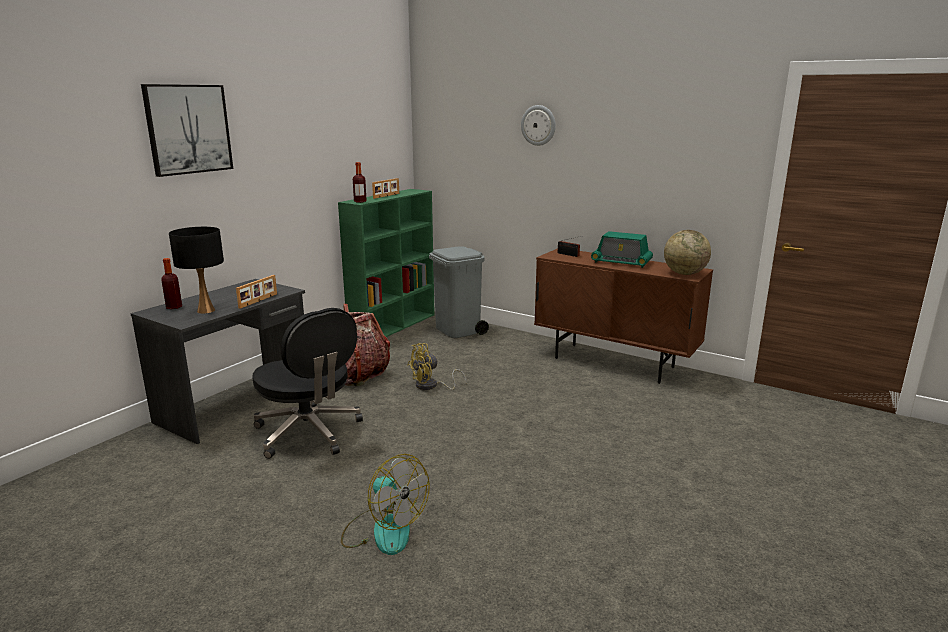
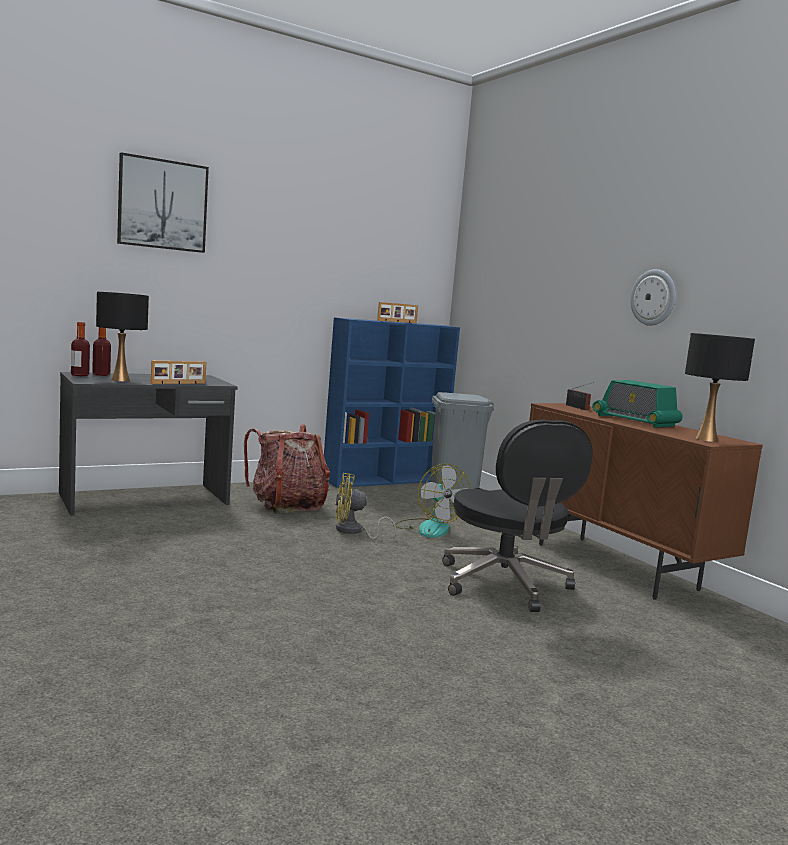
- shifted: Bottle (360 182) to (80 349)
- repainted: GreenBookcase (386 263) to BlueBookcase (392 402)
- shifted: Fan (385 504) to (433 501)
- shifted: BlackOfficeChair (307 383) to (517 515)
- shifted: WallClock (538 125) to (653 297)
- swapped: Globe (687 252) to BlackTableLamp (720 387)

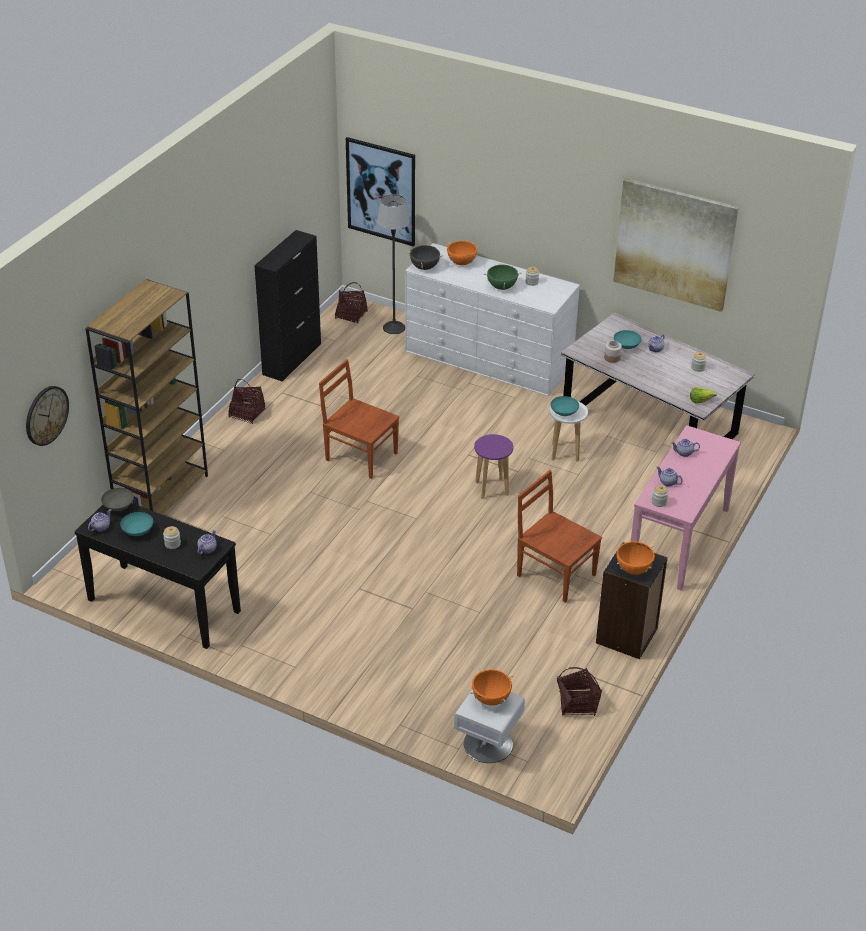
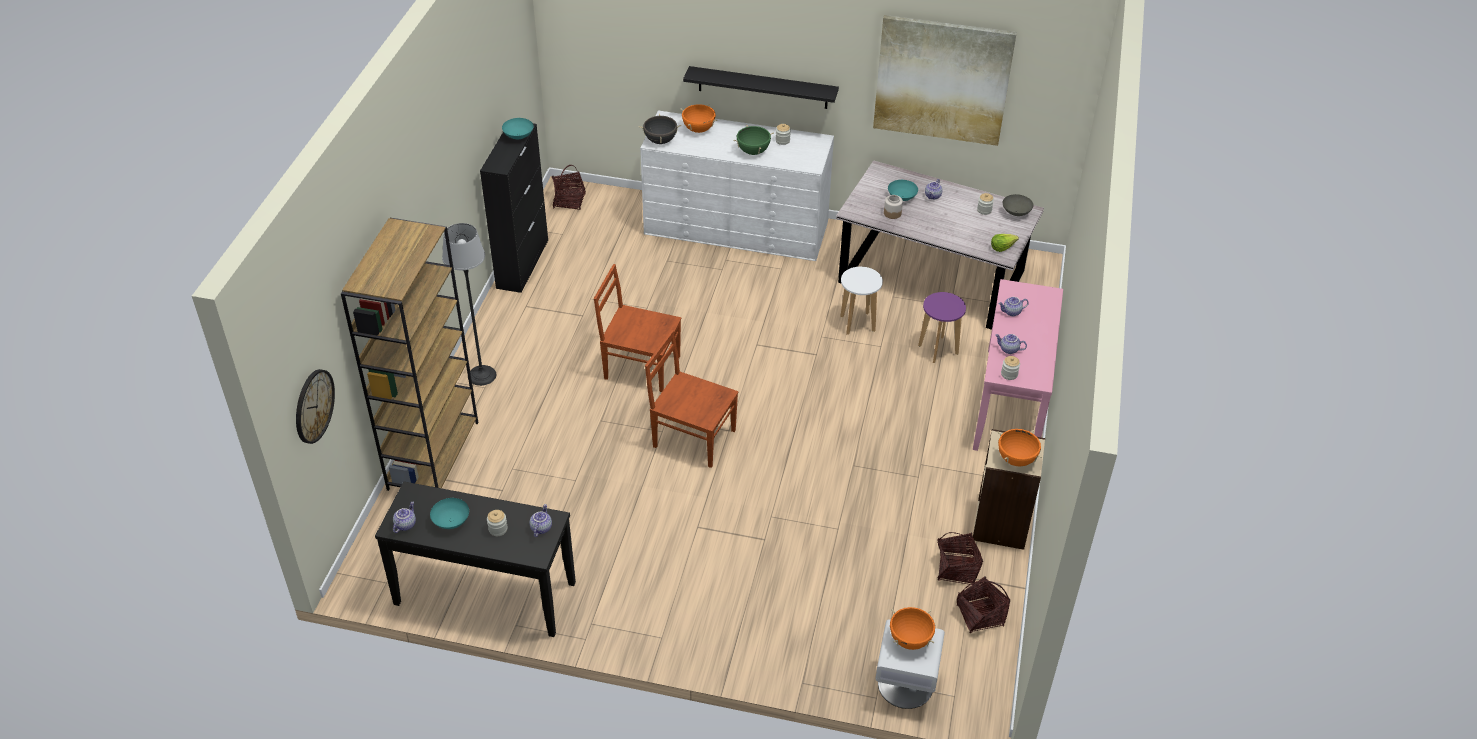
- shifted: FloorLamp (393 264) to (469 304)
- shifted: TurquoiseBowl (565 406) to (517 128)
- shifted: BrownChair (559 536) to (692 399)
- new: BlackShelf (761 87)
- shifted: PurpleStool (493 466) to (942 327)
- shifted: Basket (247 401) to (960 558)
- repainted: BlackBookcase (632 600) to BeigeBookcase (1009 489)
- shifted: GreyBowl (117 499) to (1018 205)
- gone: Picture (380 192)

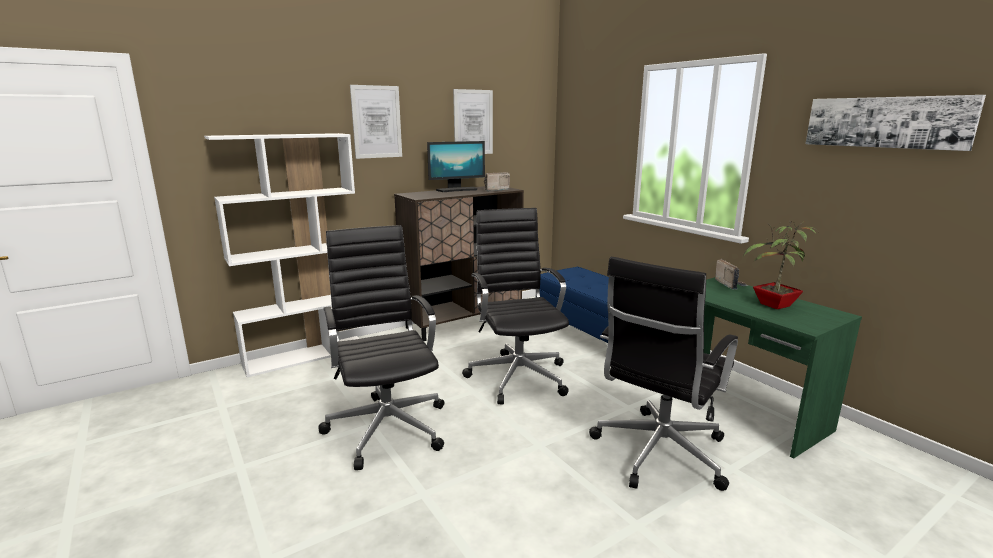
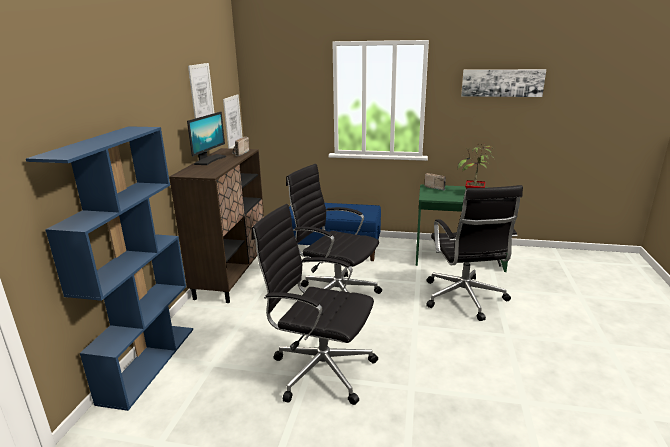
- repainted: WhiteBookcase (282 255) to BlueBookcase (109 268)
- shifted: Picture (376 122) to (233 121)

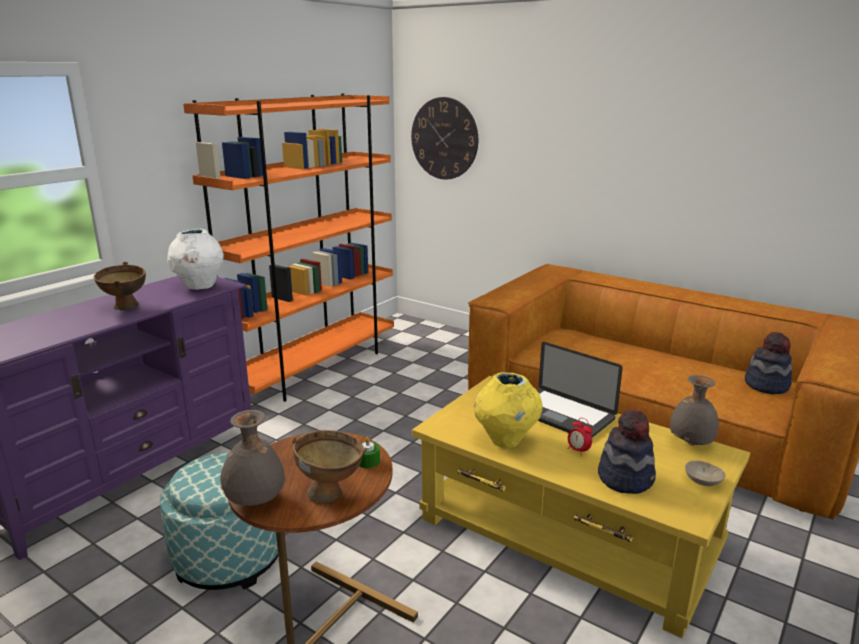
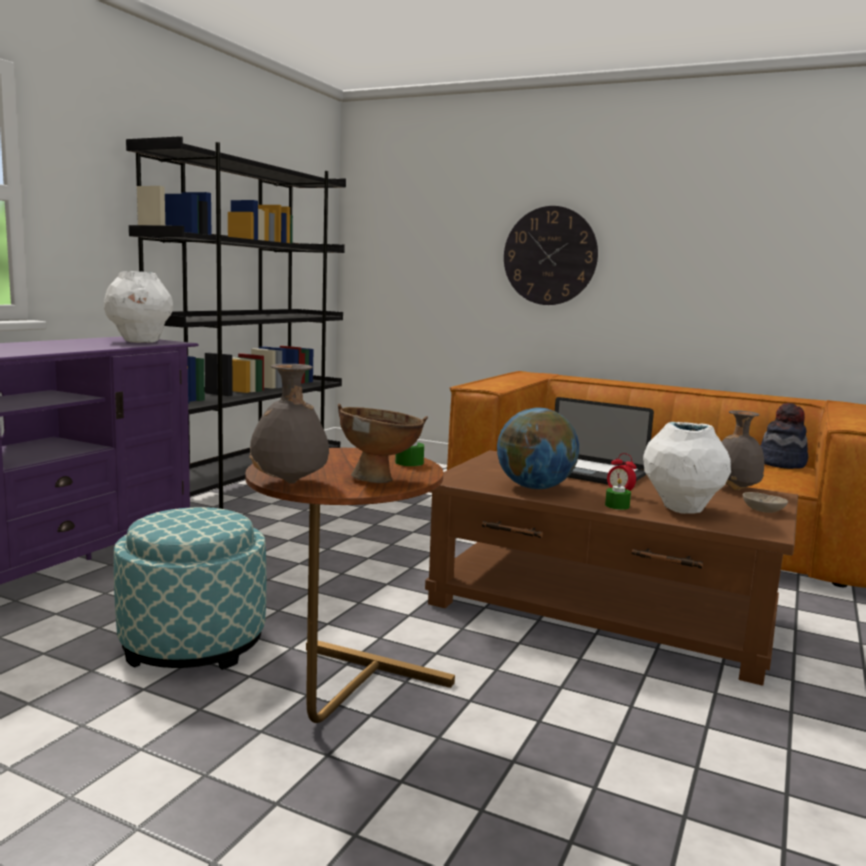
- repainted: OrangeBookcase (288 247) to BlackBookcase (236 322)
- repainted: YellowCoffeeTable (581 507) to BrownCoffeeTable (611 568)
- swapped: YellowVase (508 410) to Globe (538 448)
- shifted: WallClock (444 138) to (551 255)
- new: GreenCandle (618 494)
- swapped: Hat (627 451) to WhiteVase (687 468)
- gone: BrownBowl (120 286)

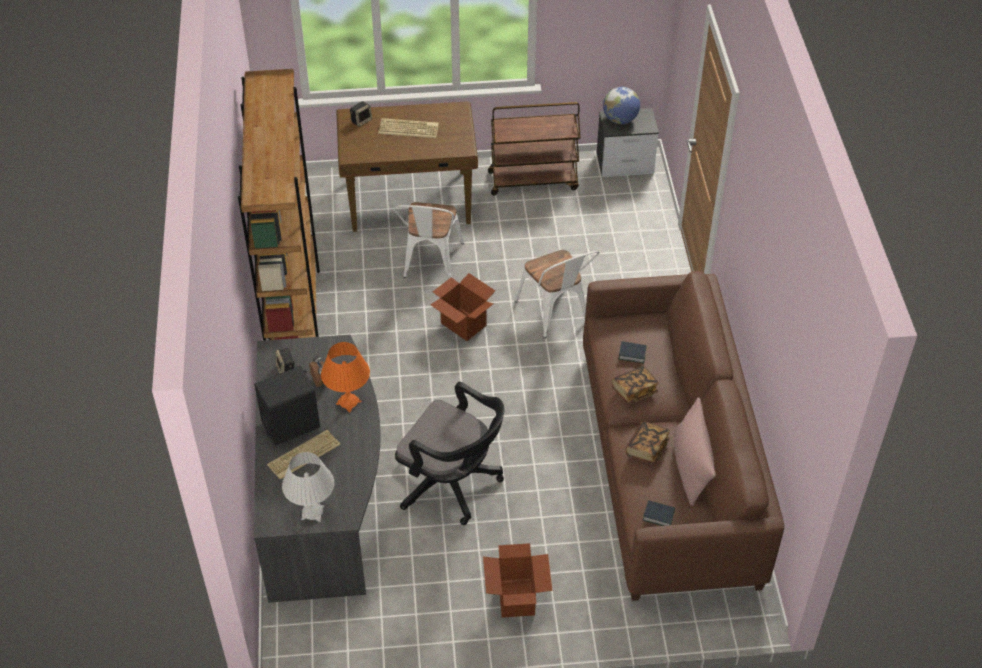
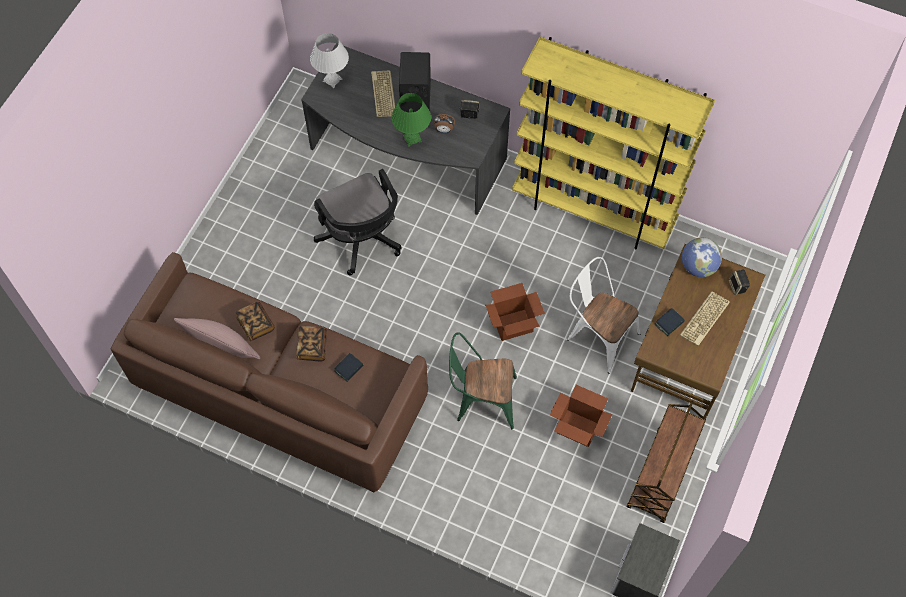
- rotated: BlackOfficeChair (449 453) = (358 222) 90 degrees counterclockwise
- repainted: OrangeTableLamp (345 377) to GreenTableLamp (411 120)
- repainted: WhiteChair (557 294) to GreenChair (483 380)
- repainted: BrownBookcase (279 205) to YellowBookcase (613 143)
- shifted: CardboardBox (518 580) to (581 416)
- shifted: Book (659 513) to (670 322)
- shifted: Globe (621 105) to (702 257)

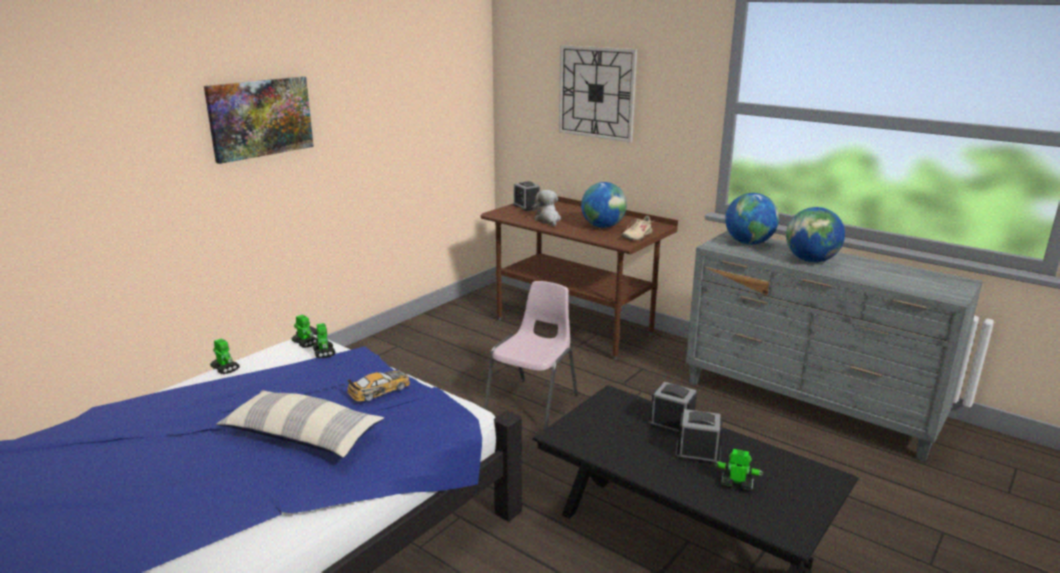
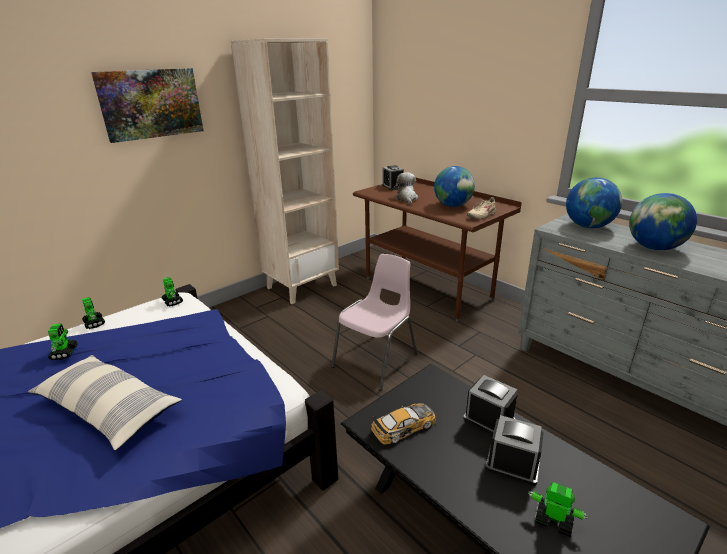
- shifted: ToyRobot (324 340) to (63 342)
- new: BeigeBookcase (285 171)
- shifted: ToyCar (378 386) to (403 423)
- gone: WallClock (598 94)

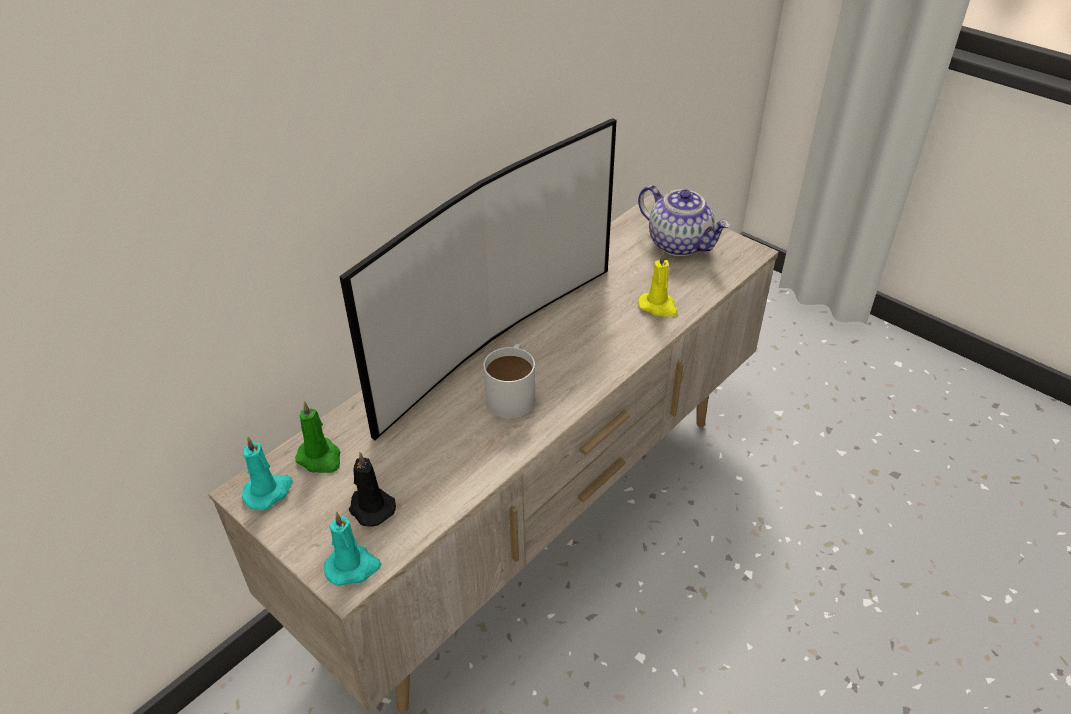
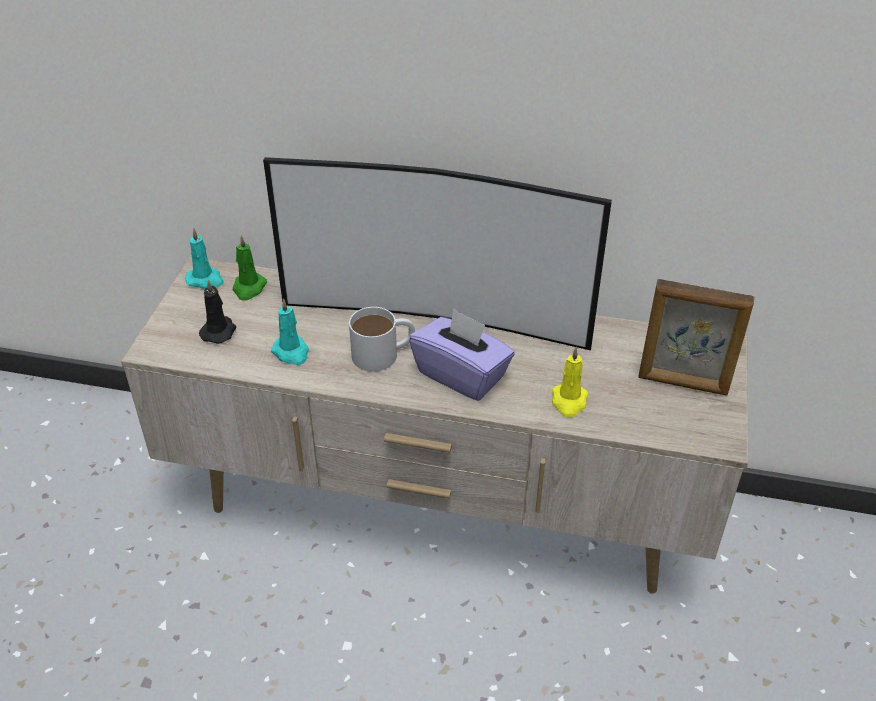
- shifted: TurquoiseCandle (352 549) to (290 332)
- new: PurpleTissueBox (462 354)
- swapped: Teapot (684 220) to PictureFrame (696 337)

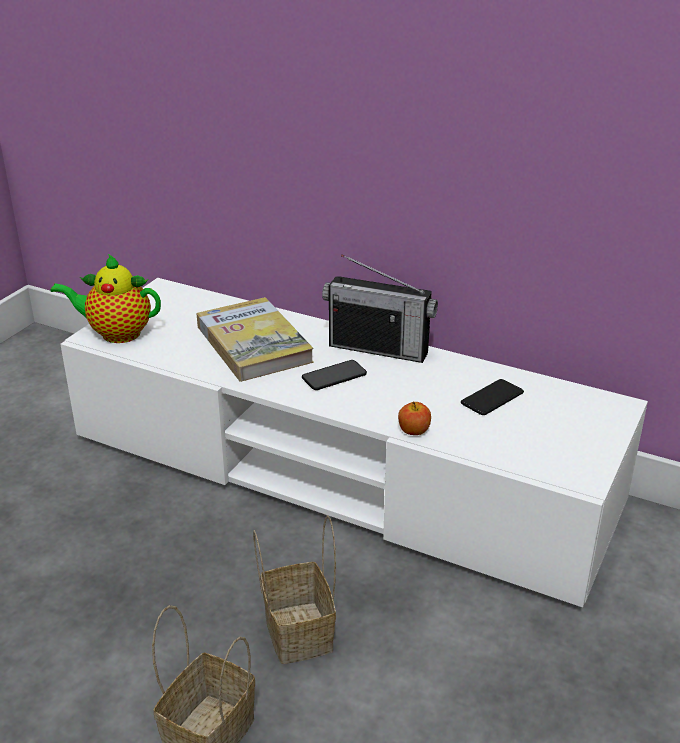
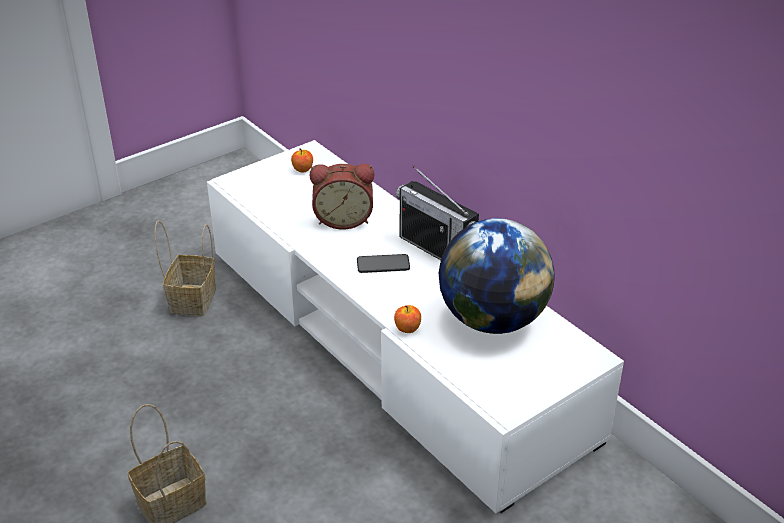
- shifted: Basket (294 589) to (185 268)
- new: Apple (302 160)
- swapped: Book (255 339) to AlarmClock (342 197)
- swapped: Phone (492 397) to Globe (496 276)
- gone: Teapot (105 298)

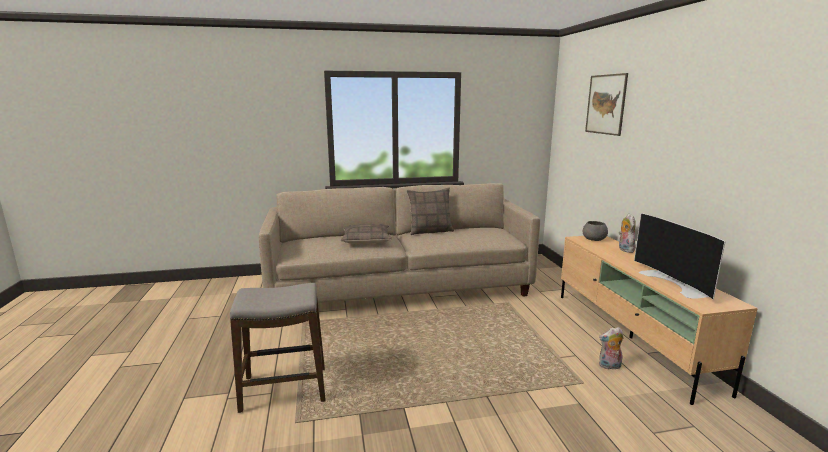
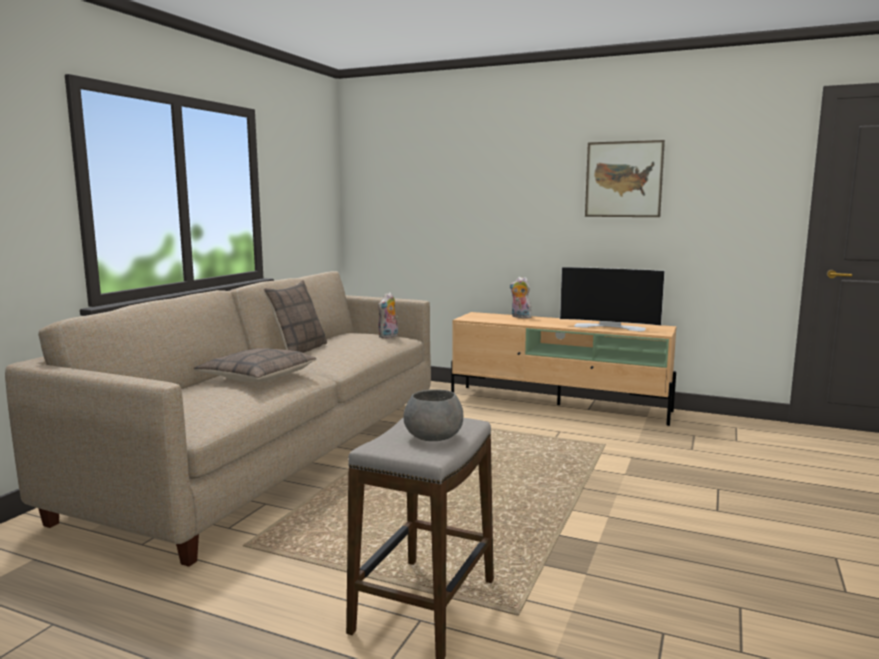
- shifted: PlushToy (611 348) to (388 315)
- shifted: GreyBowl (595 231) to (433 415)
- shifted: Picture (606 104) to (625 178)

